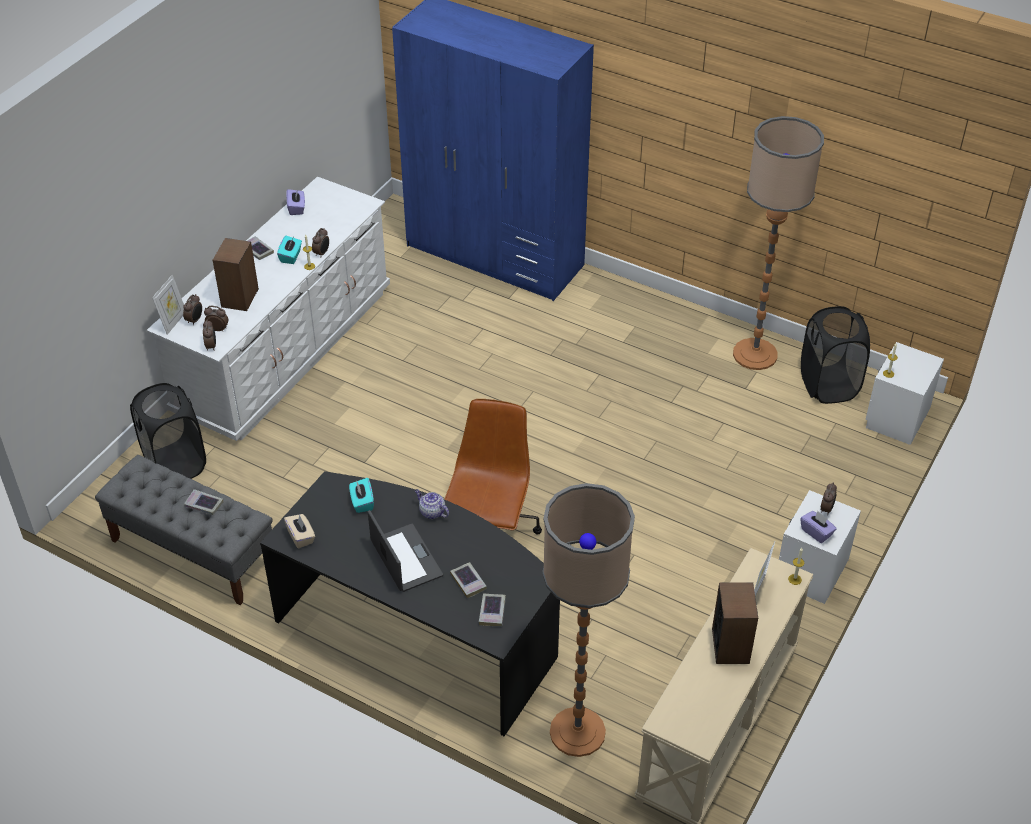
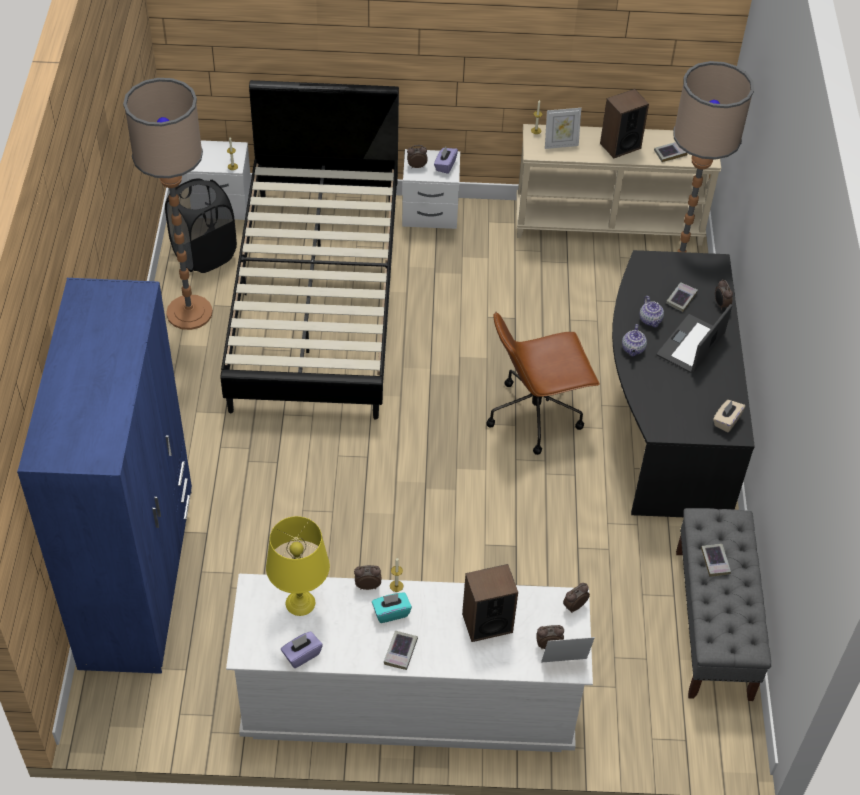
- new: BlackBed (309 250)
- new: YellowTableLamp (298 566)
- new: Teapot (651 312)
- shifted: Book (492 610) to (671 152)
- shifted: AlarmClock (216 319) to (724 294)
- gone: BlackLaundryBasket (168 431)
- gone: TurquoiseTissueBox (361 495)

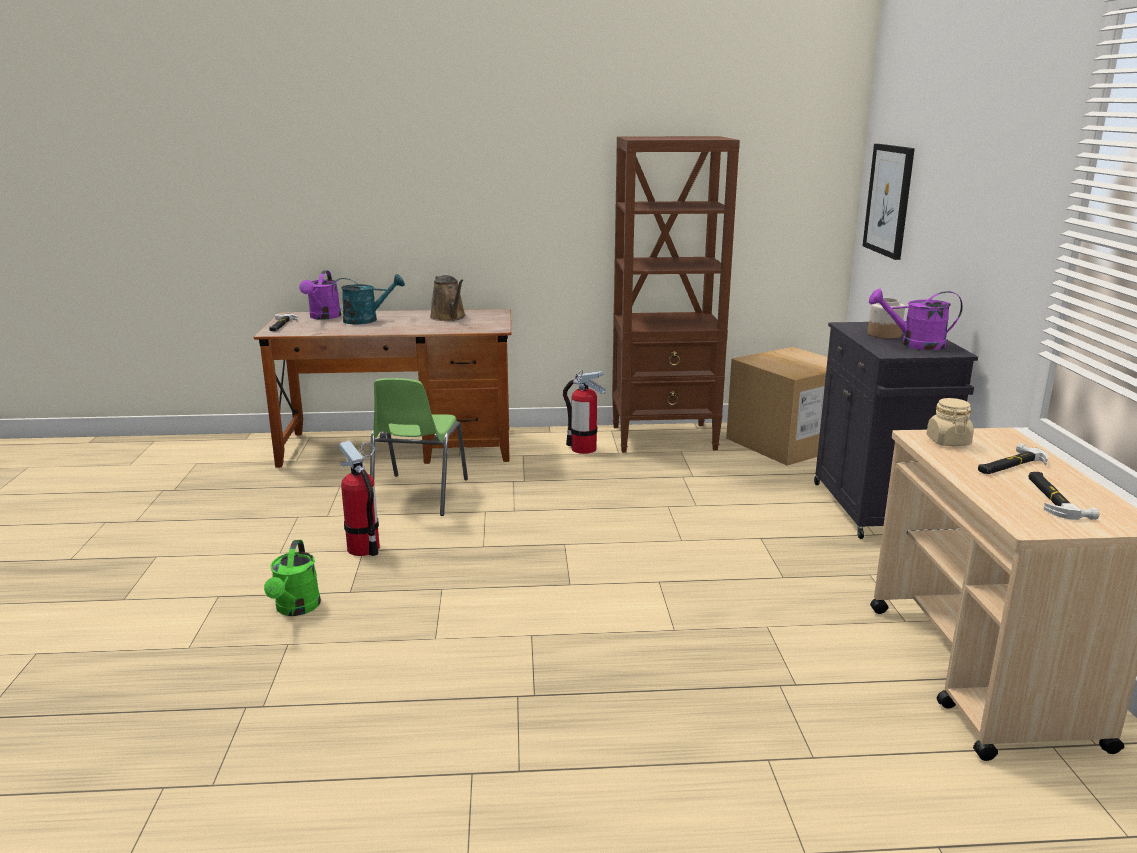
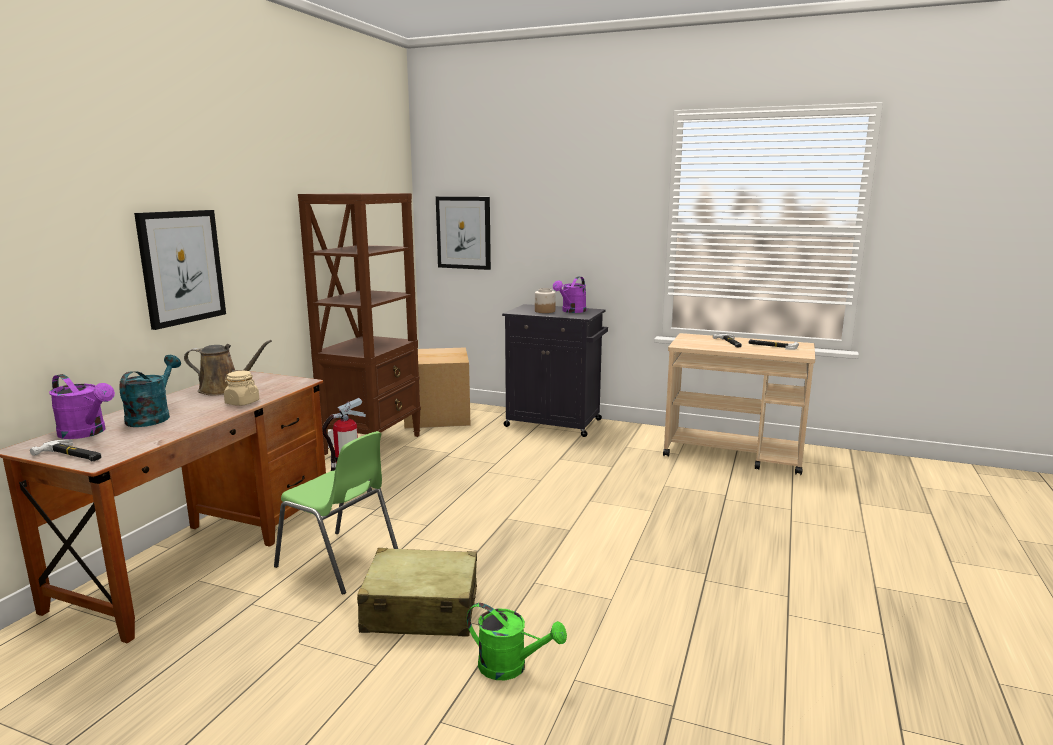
- new: Picture (180 270)
- shifted: BeigeJar (950 422) to (241 388)
- swapped: FireExtinguisher (359 498) to BeigeSuitcase (417 592)

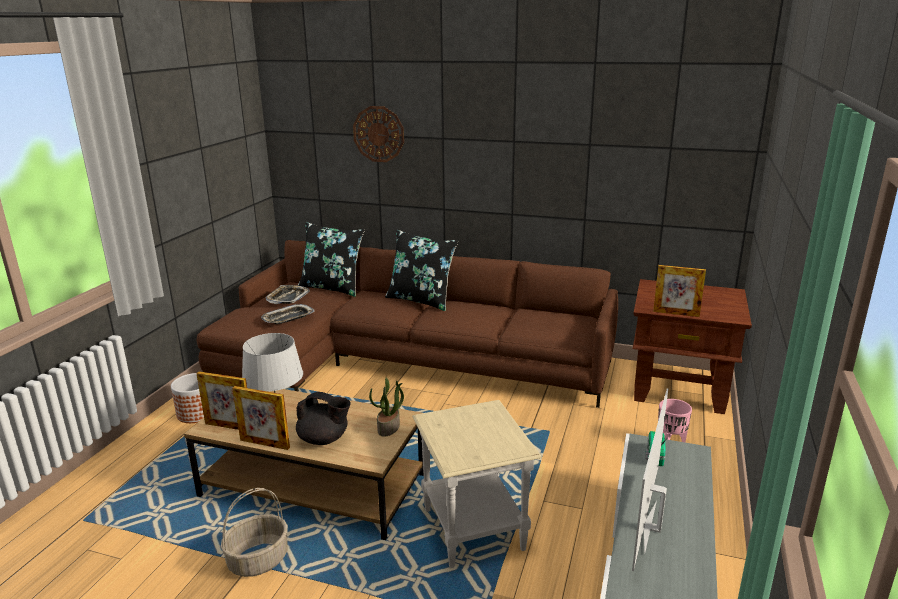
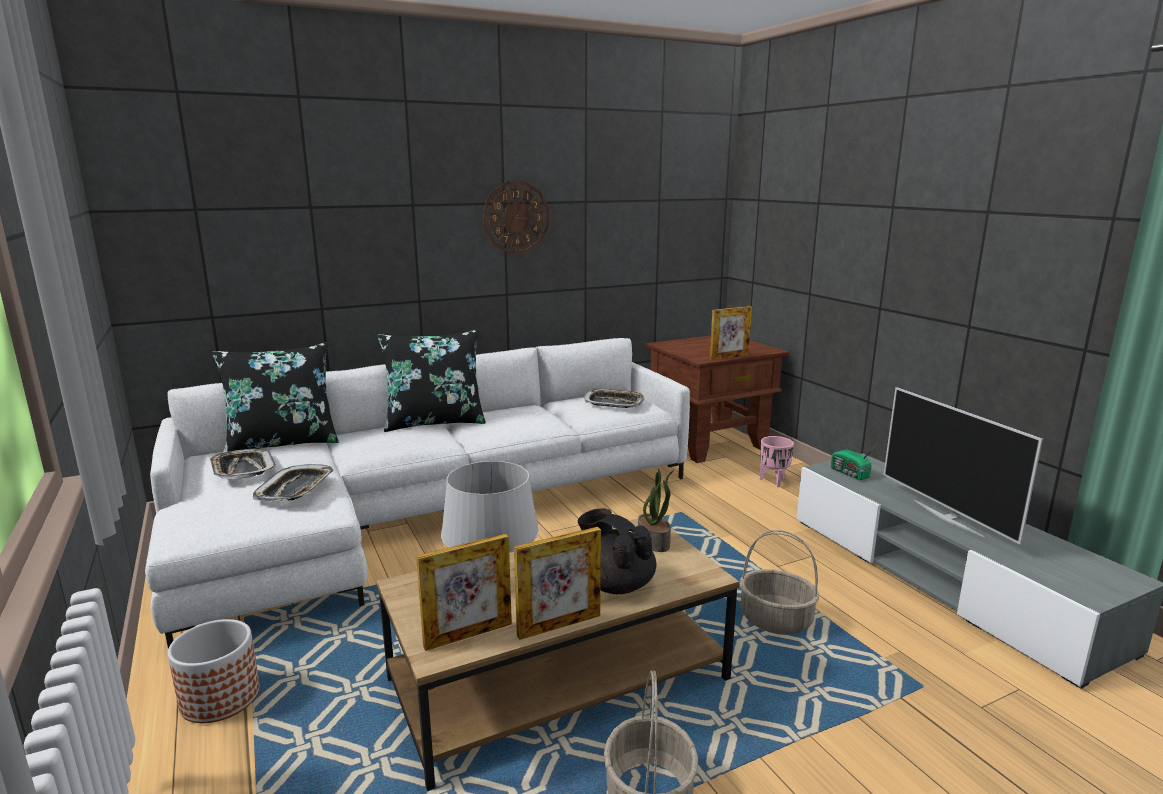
- repainted: BrownSofa (407 324) to WhiteSofa (417 493)
- shifted: WallClock (378 134) to (516 217)
- rotated: BlackTeapot (323 418) = (617 551) 105 degrees counterclockwise
- new: Tray (613 398)
- swapped: BeigeSideTable (477 484) to Basket (779 582)

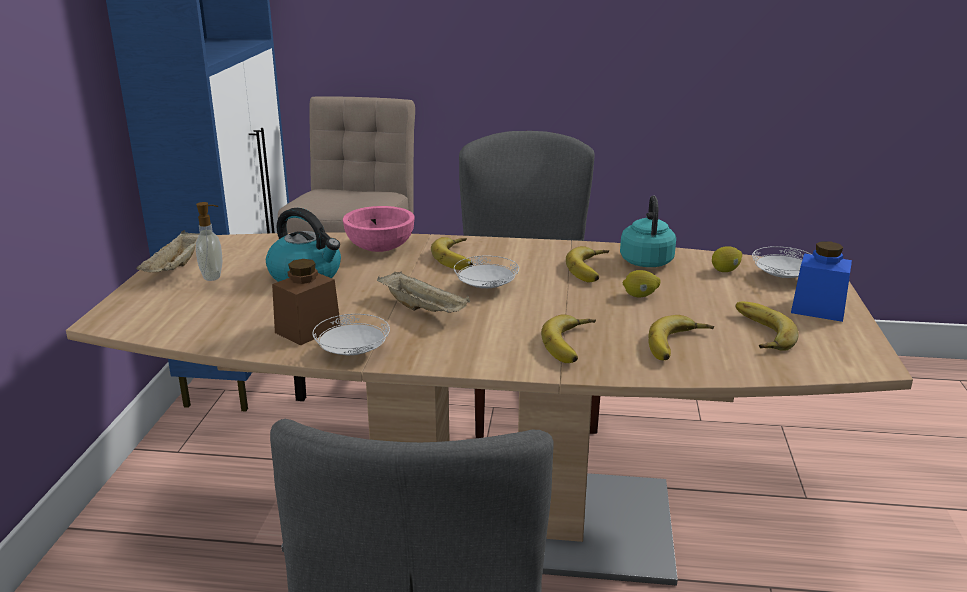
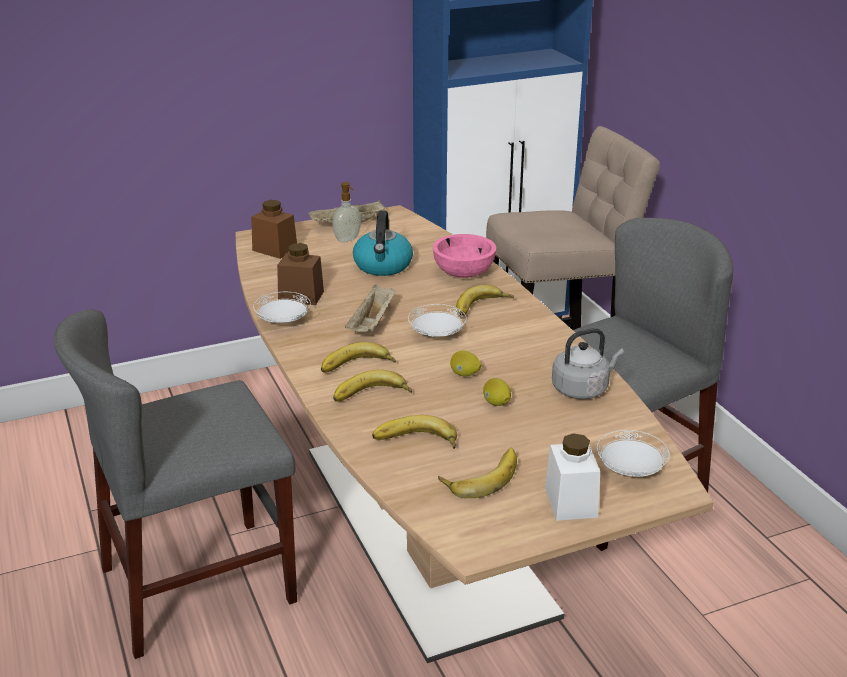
- new: BrownJar (274 229)
- shifted: Banana (587 264) to (358 357)
- shifted: Lemon (727 259) to (466 363)
- repainted: BlueJar (821 281) to WhiteJar (572 477)
- repainted: TurquoiseKettle (648 231) to GreyKettle (588 363)

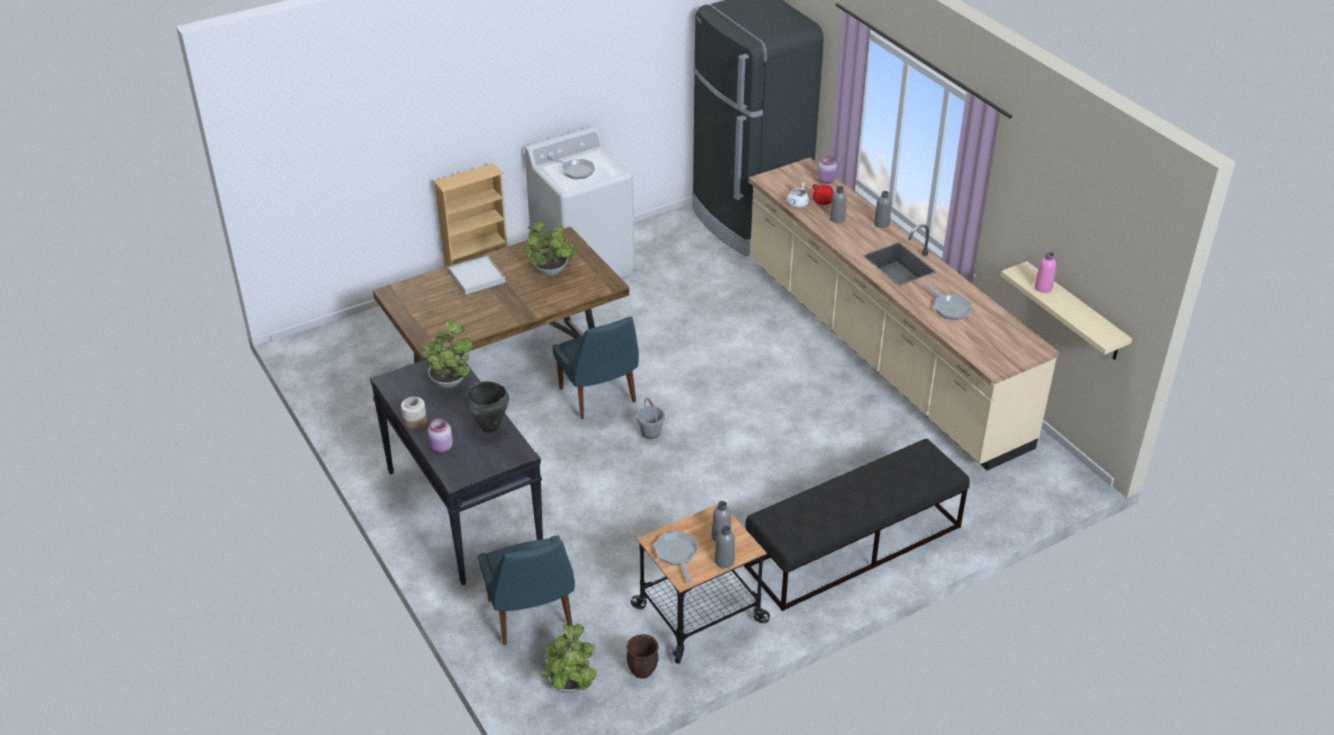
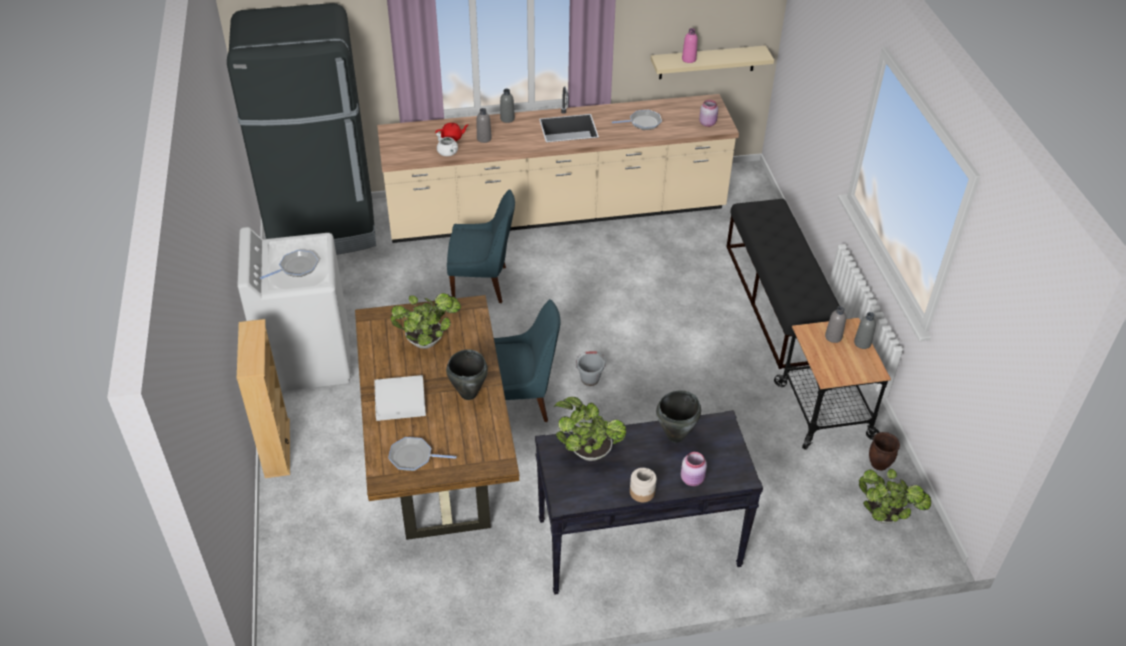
- shifted: FryingPan (676 557) to (422 454)
- new: BlackCookingPot (467 374)
- shifted: BlueChair (526 590) to (481 246)
- shifted: PinkJar (827 170) to (708 113)

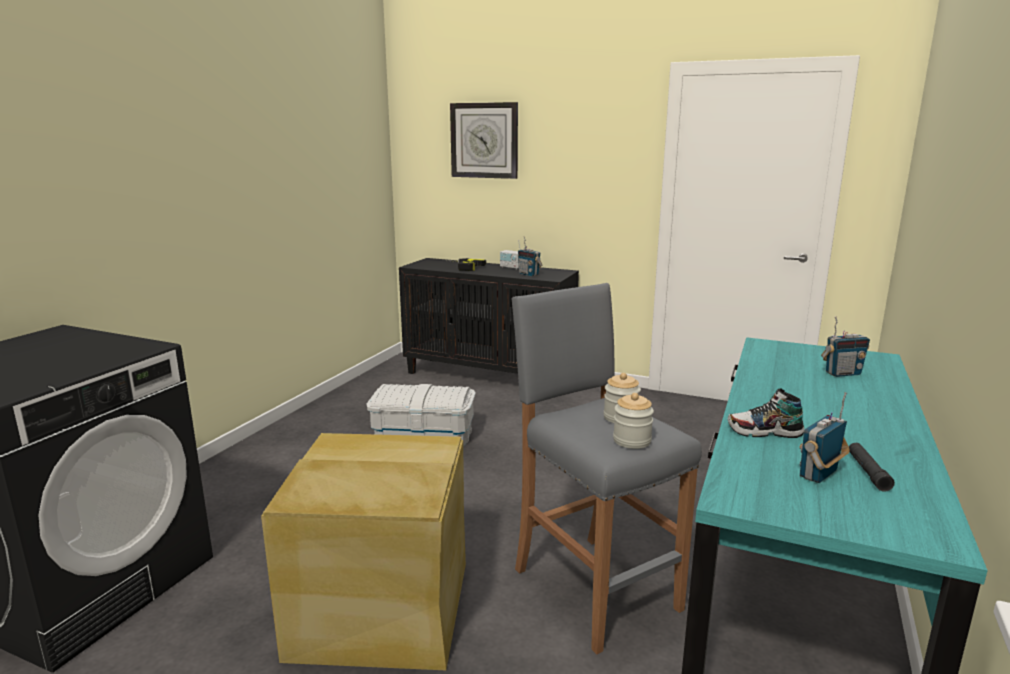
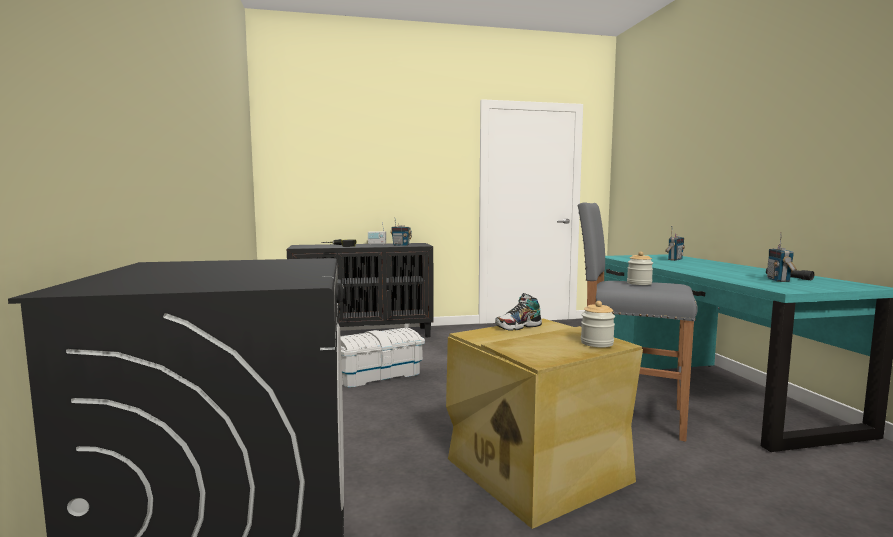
- shifted: Shoe (766 413) to (518 312)
- shifted: Jar (633 421) to (598 324)
- gone: WallClock (484 140)

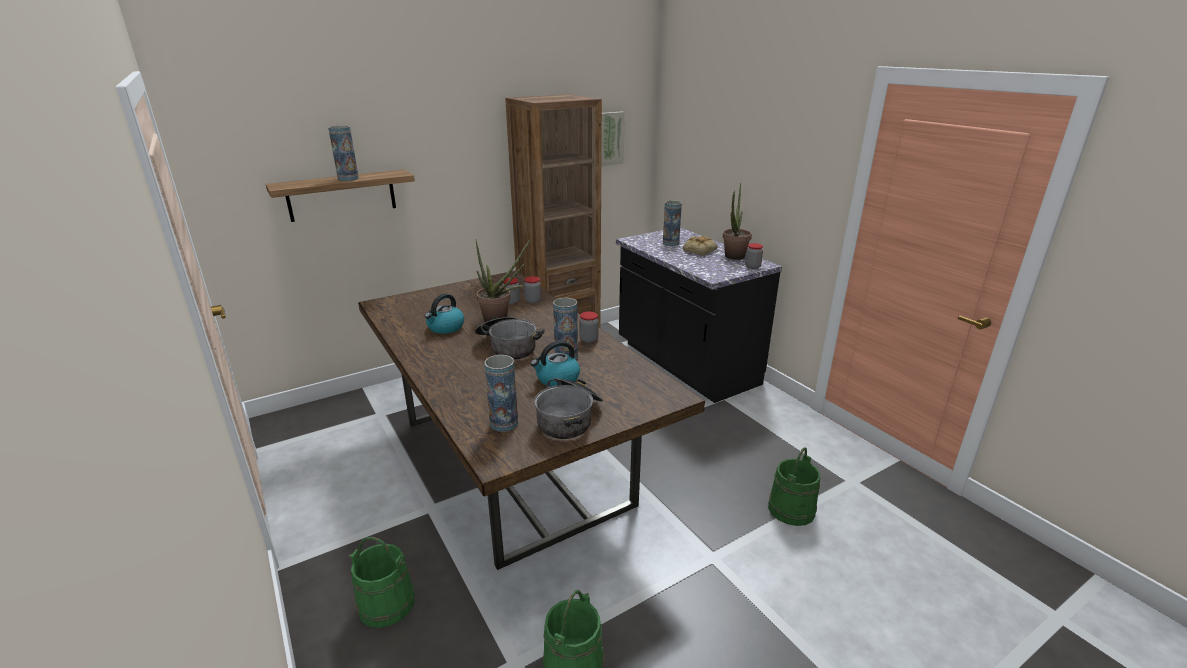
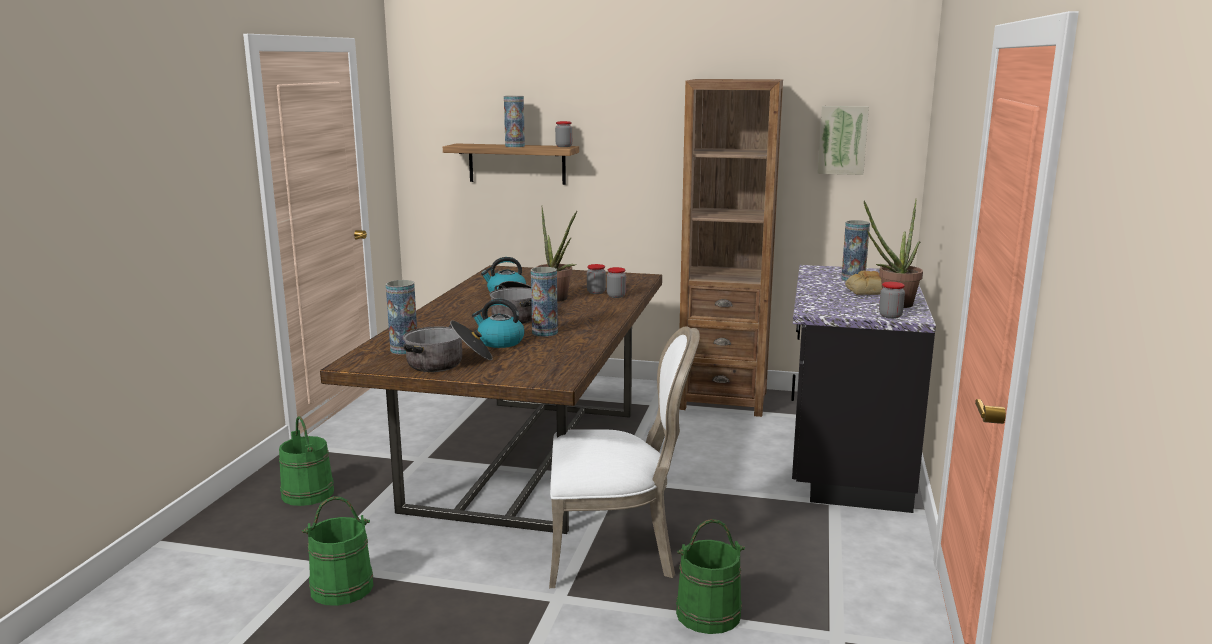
- new: WhiteChair (624 457)
- shifted: Jar (589 327) to (563 134)

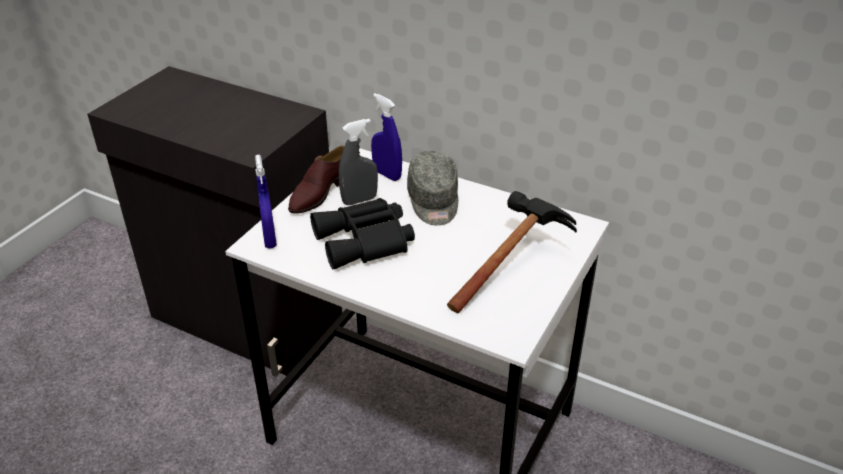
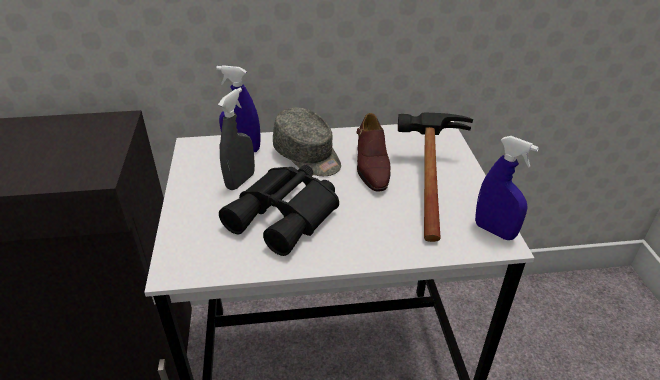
- shifted: BrownShoe (316 180) to (373 152)
- shifted: BlueSprayBottle (266 201) to (507 188)

